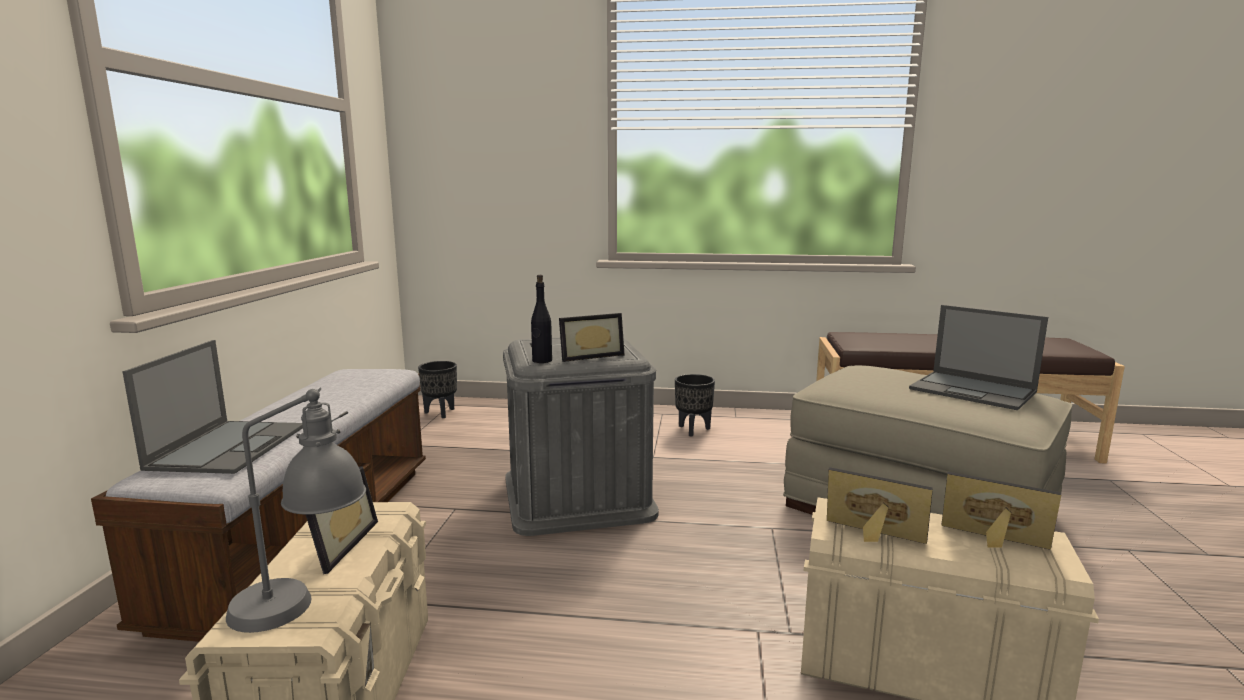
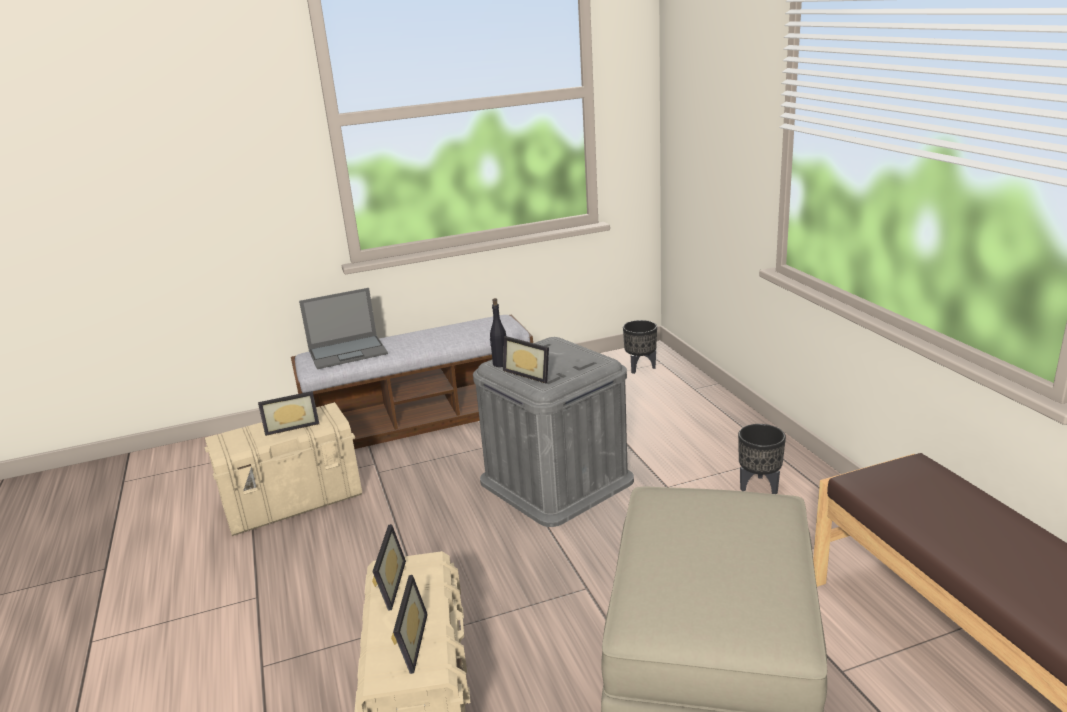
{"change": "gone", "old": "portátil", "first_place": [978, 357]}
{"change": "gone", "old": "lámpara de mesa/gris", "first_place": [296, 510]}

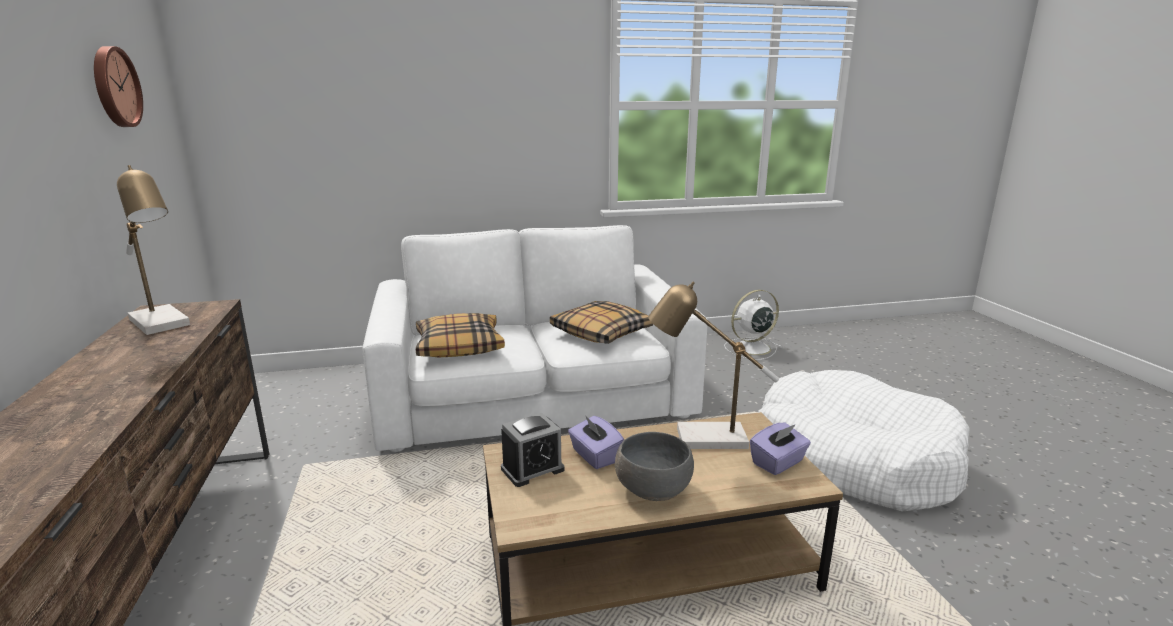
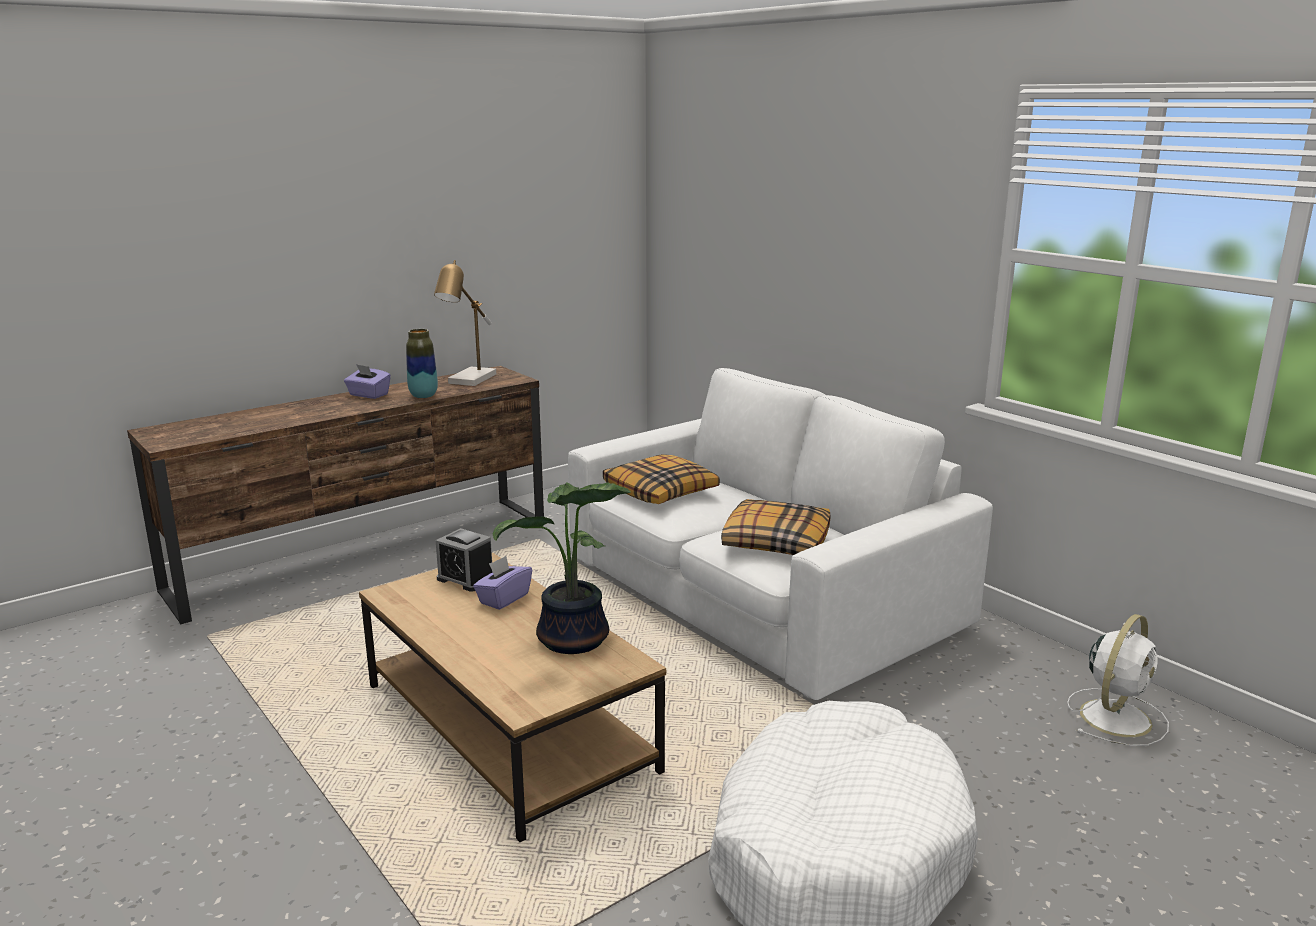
{"change": "gone", "old": "reloj de pared", "first_place": [118, 86]}
{"change": "swapped", "old": "lámpara de mesa", "new": "planta en maceta", "first_place": [713, 365], "second_place": [562, 568]}
{"change": "rotated", "old": "ventilador/blanco", "first_place": [753, 325], "second_place": [1118, 680], "degrees": 90}
{"change": "shifted", "old": "caja de pañuelos/morado", "first_place": [780, 449], "second_place": [367, 381]}
{"change": "gone", "old": "cuenco/gris", "first_place": [654, 466]}
{"change": "new", "new": "florero", "second_place": [422, 363]}

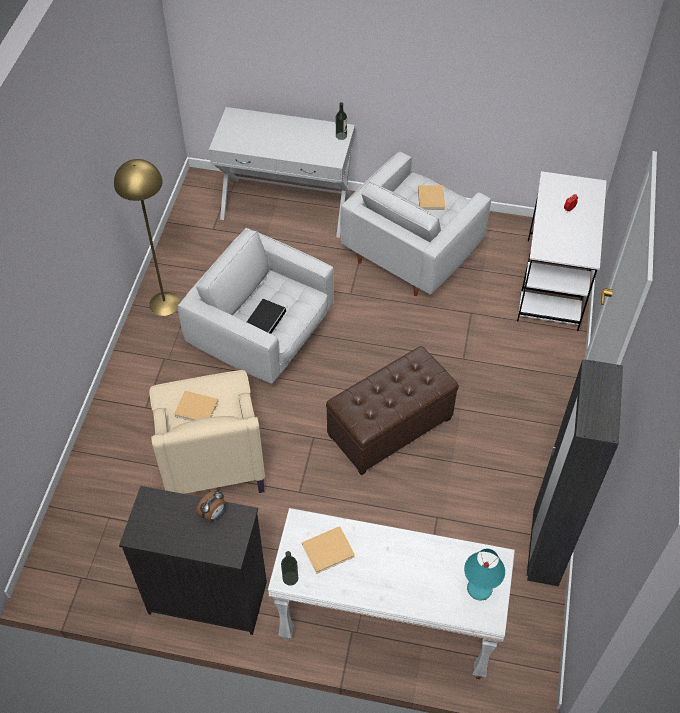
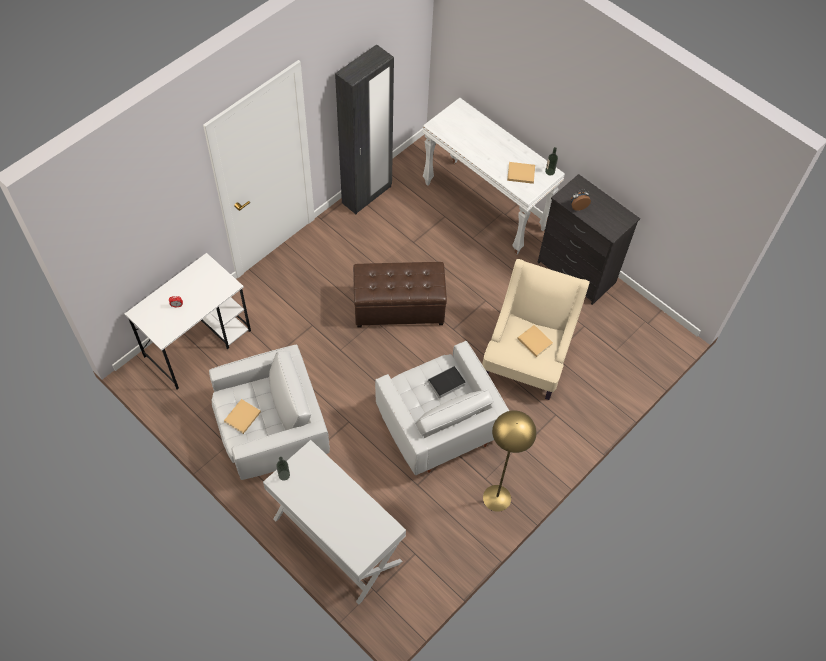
{"change": "gone", "old": "lámpara de mesa/turquesa", "first_place": [484, 574]}

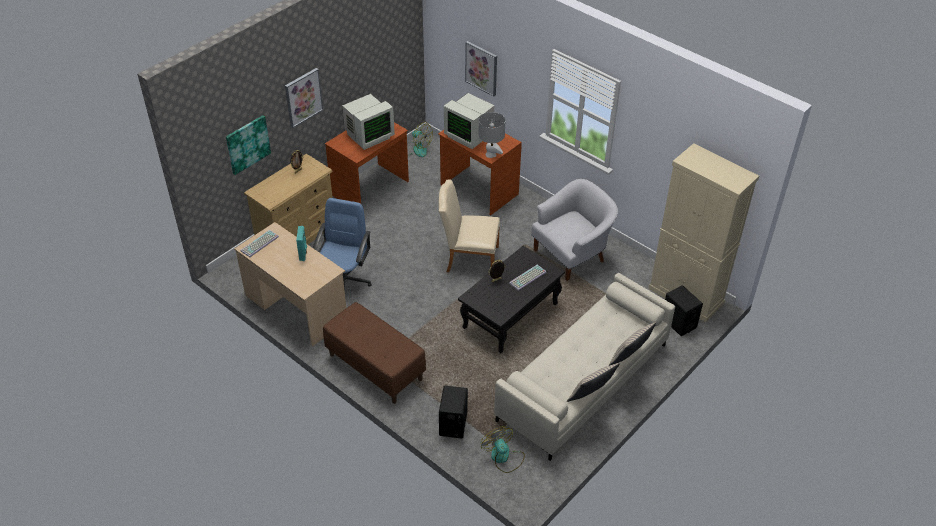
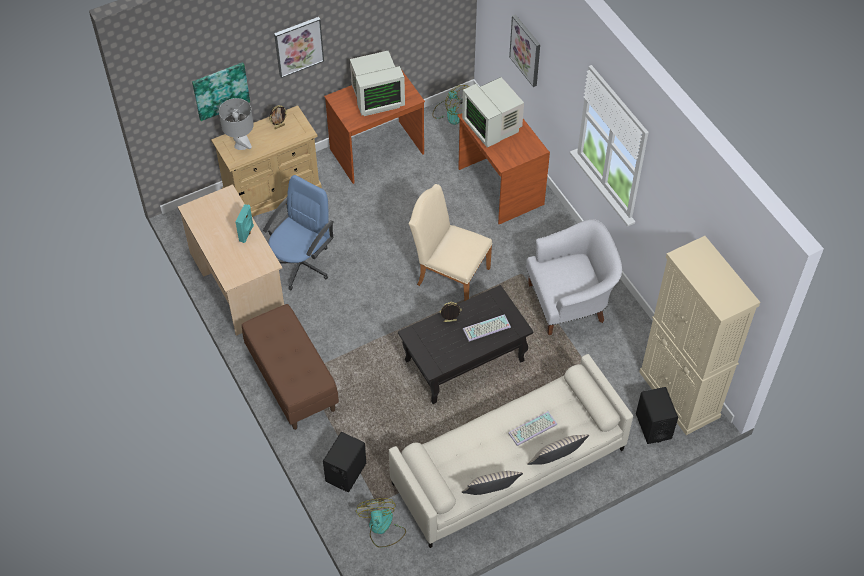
{"change": "shifted", "old": "lámpara de mesa/gris", "first_place": [491, 135], "second_place": [236, 124]}
{"change": "shifted", "old": "teclado", "first_place": [260, 243], "second_place": [532, 429]}

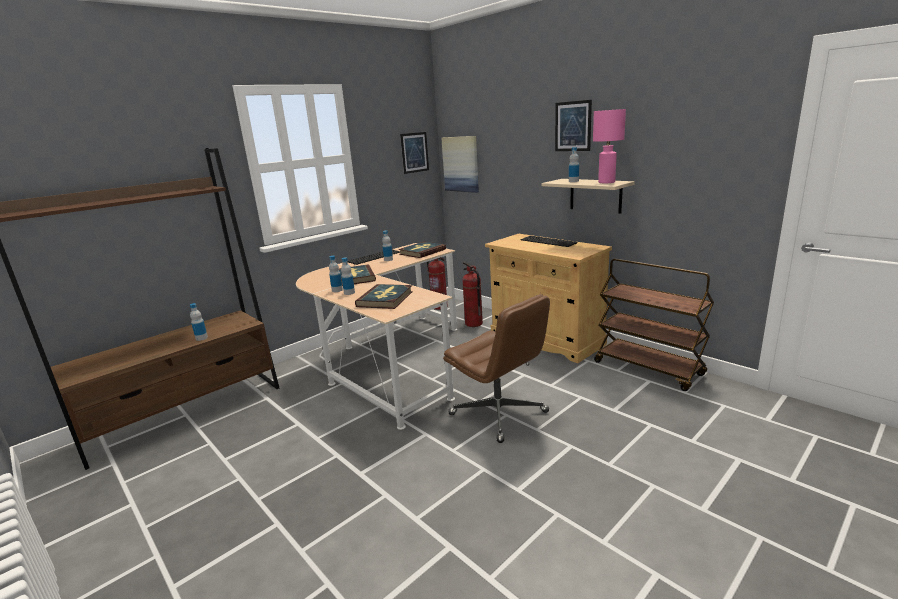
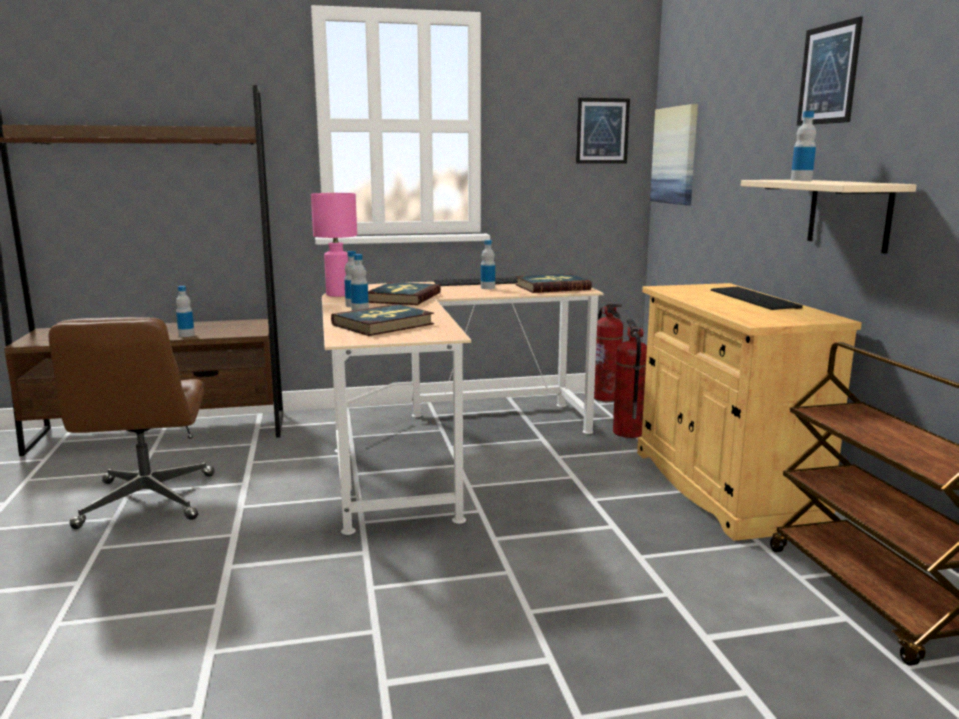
{"change": "shifted", "old": "lámpara de mesa/rosa", "first_place": [609, 146], "second_place": [334, 245]}
{"change": "shifted", "old": "silla de oficina/marrón", "first_place": [496, 368], "second_place": [131, 423]}

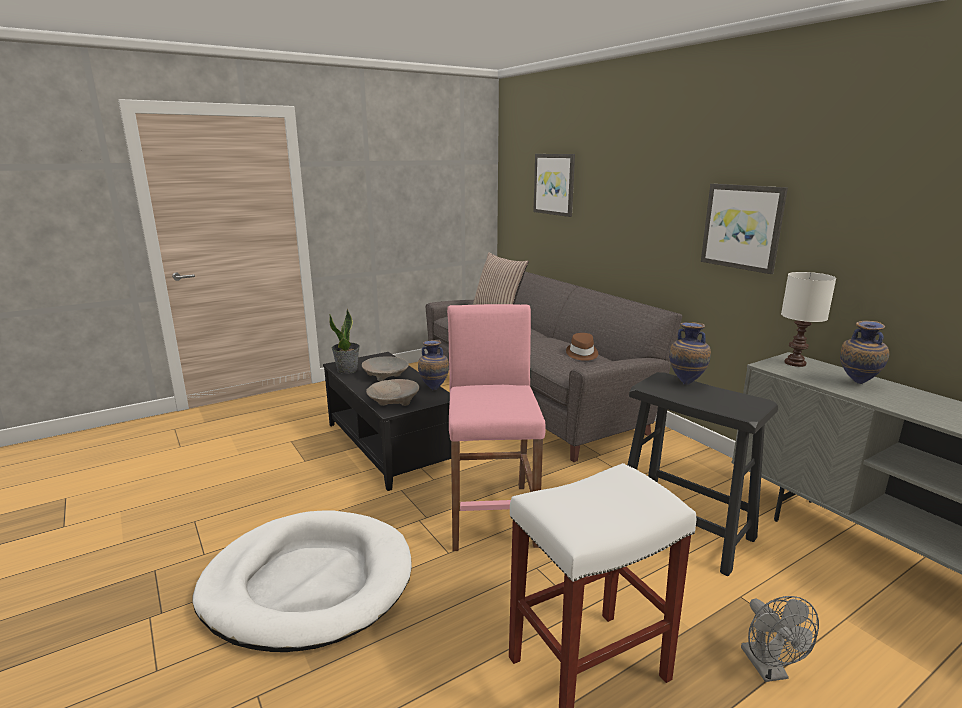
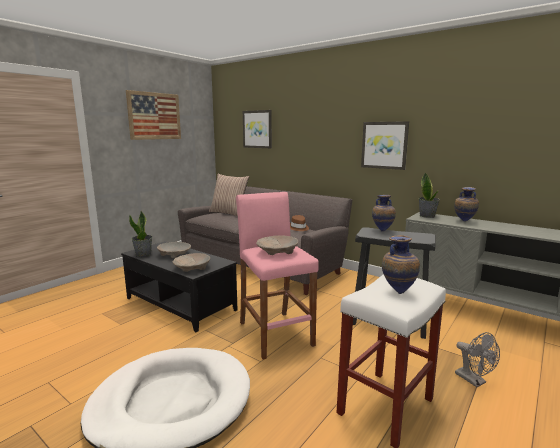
{"change": "swapped", "old": "lámpara de mesa/blanco", "new": "planta en maceta", "first_place": [808, 319], "second_place": [429, 195]}
{"change": "shifted", "old": "florero", "first_place": [433, 365], "second_place": [401, 264]}
{"change": "new", "new": "cuadro", "second_place": [153, 115]}
{"change": "new", "new": "cuenco/beis", "second_place": [277, 245]}

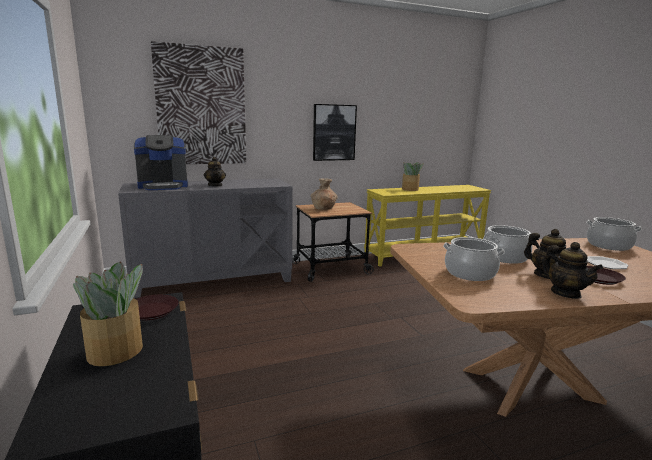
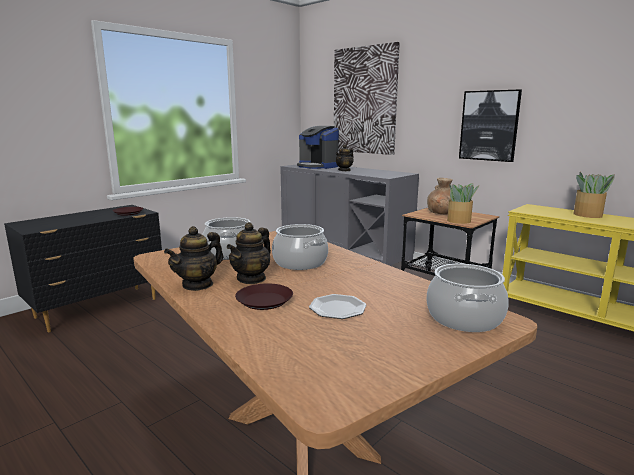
{"change": "shifted", "old": "planta en maceta", "first_place": [108, 313], "second_place": [463, 203]}

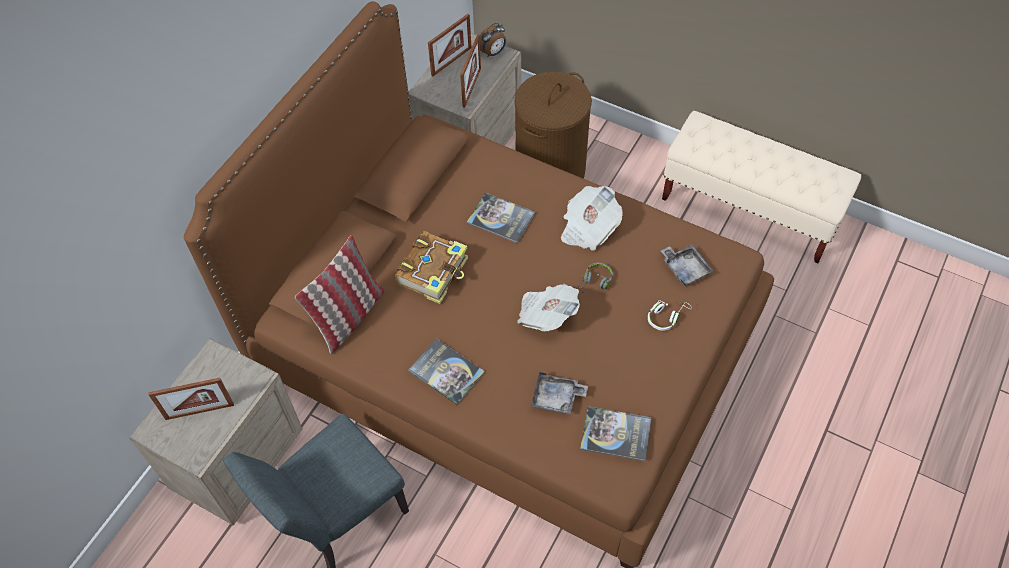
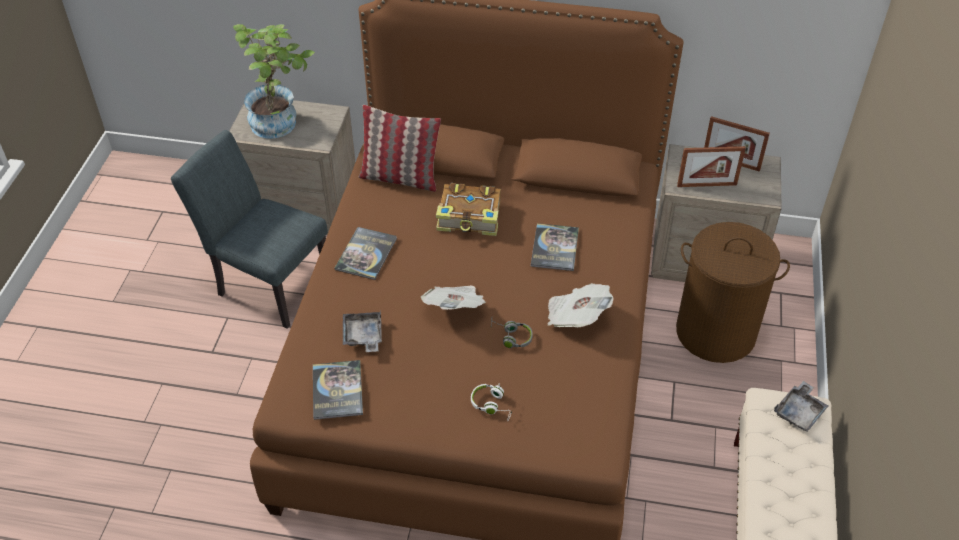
{"change": "gone", "old": "despertador", "first_place": [493, 40]}
{"change": "shifted", "old": "bandeja/gris", "first_place": [687, 265], "second_place": [801, 406]}
{"change": "swapped", "old": "portarretratos", "new": "planta en maceta", "first_place": [191, 399], "second_place": [274, 81]}

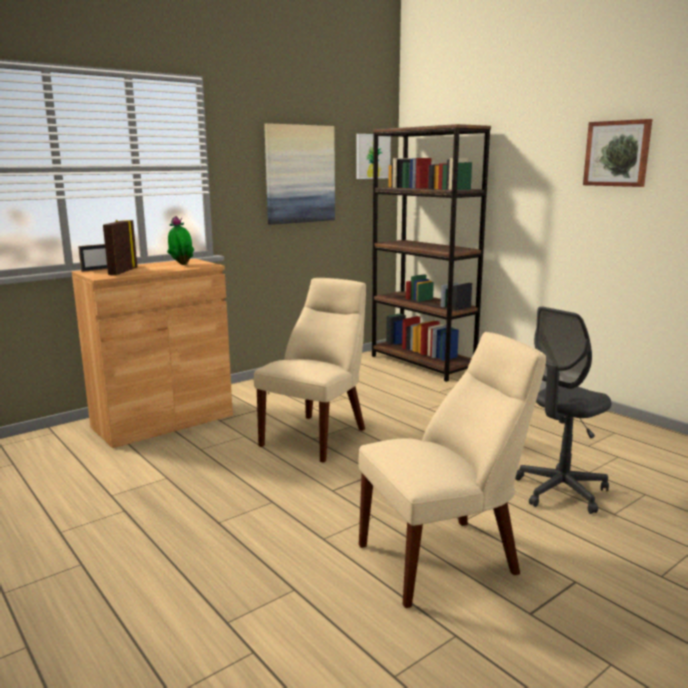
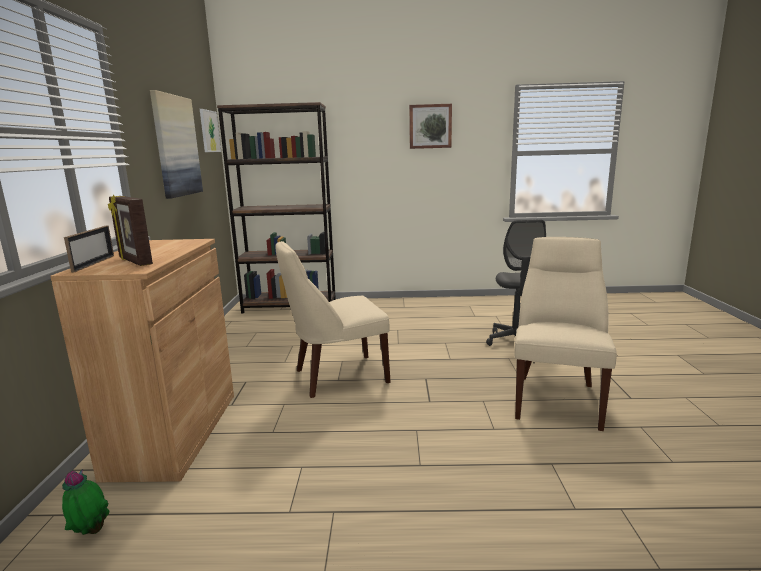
{"change": "shifted", "old": "planta en maceta", "first_place": [180, 240], "second_place": [85, 502]}
{"change": "rotated", "old": "silla/beis", "first_place": [310, 370], "second_place": [333, 319], "degrees": -90}

